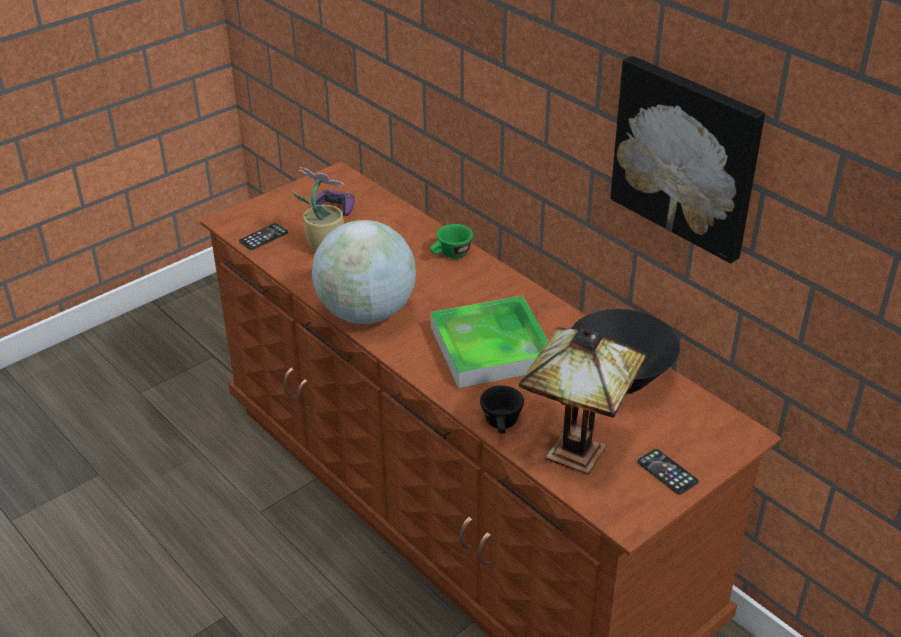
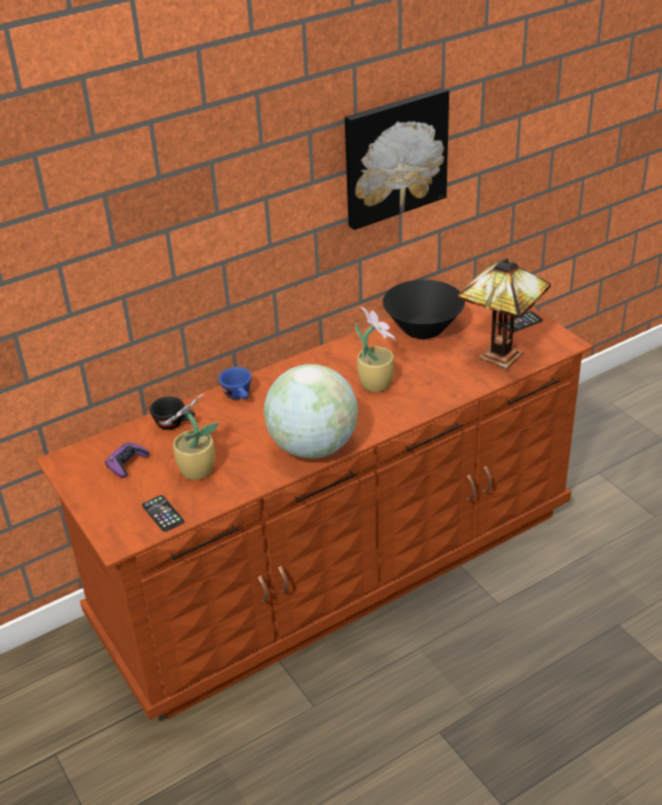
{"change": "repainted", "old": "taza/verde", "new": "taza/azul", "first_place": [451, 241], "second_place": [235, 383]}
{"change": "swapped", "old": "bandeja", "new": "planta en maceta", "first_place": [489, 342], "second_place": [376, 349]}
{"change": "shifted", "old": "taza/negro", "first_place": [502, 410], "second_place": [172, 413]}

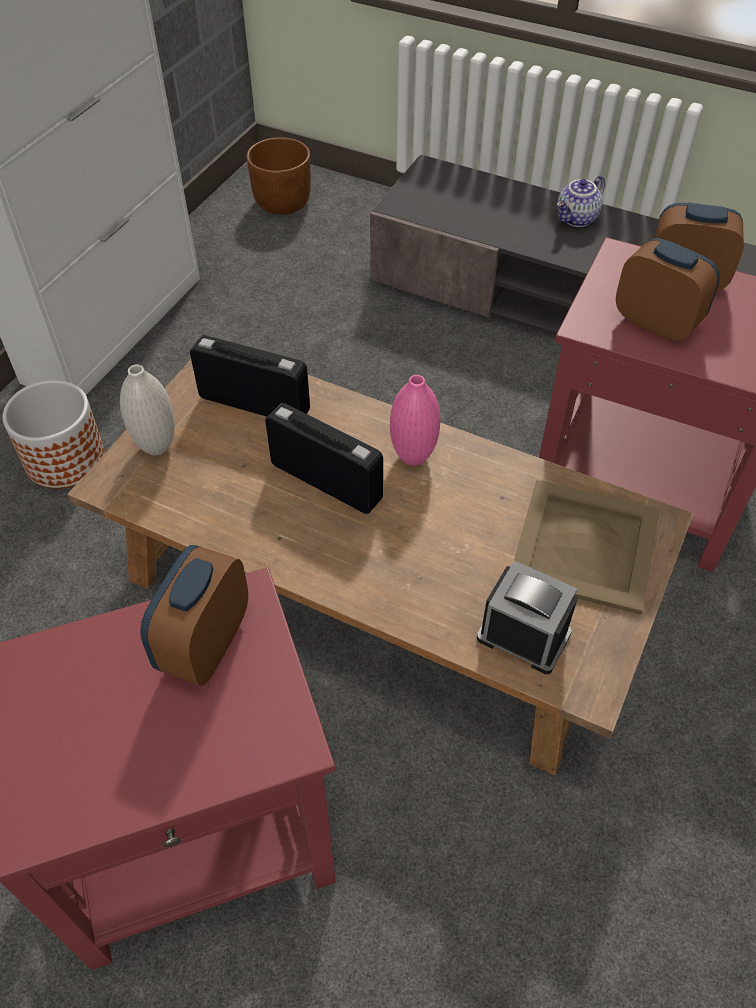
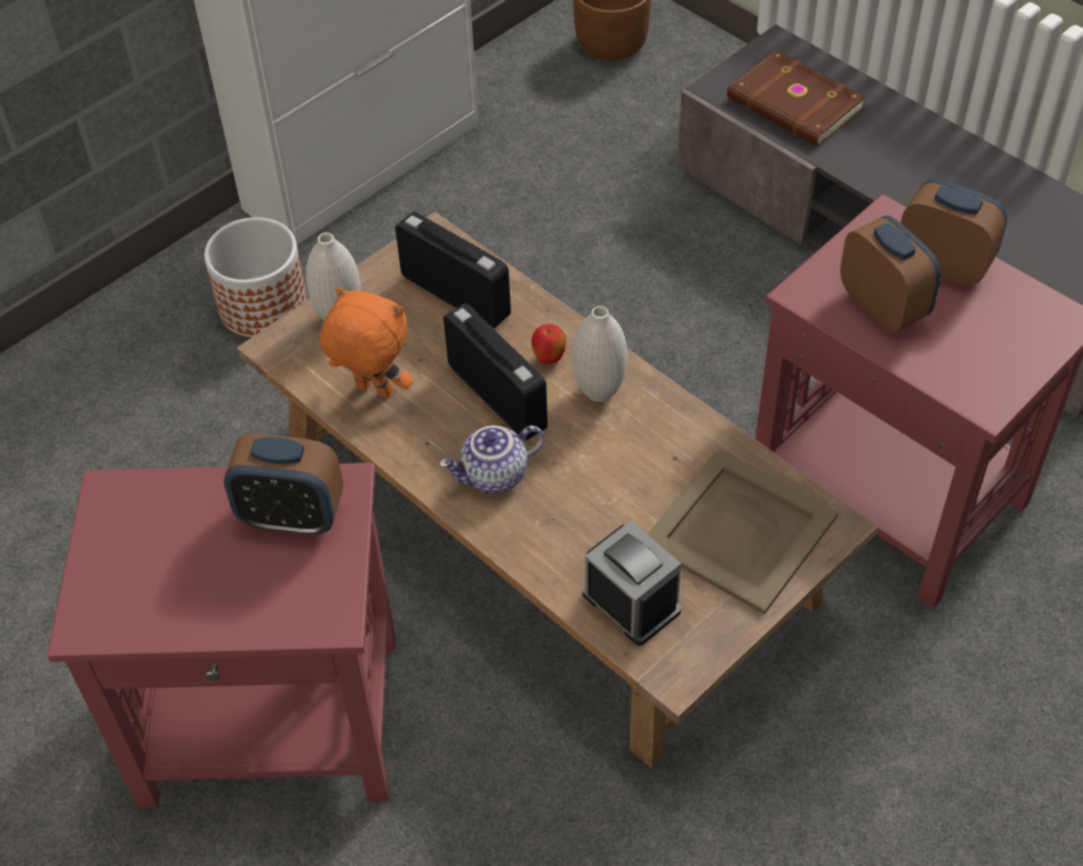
{"change": "shifted", "old": "tetera", "first_place": [581, 201], "second_place": [492, 459]}
{"change": "repainted", "old": "florero/rosa", "new": "florero/blanco", "first_place": [415, 420], "second_place": [599, 354]}
{"change": "rotated", "old": "despertador", "first_place": [194, 615], "second_place": [283, 484], "degrees": -120}
{"change": "new", "new": "libro/marrón", "second_place": [796, 98]}
{"change": "new", "new": "peluche/naranja", "second_place": [366, 342]}
{"change": "new", "new": "manzana", "second_place": [548, 344]}

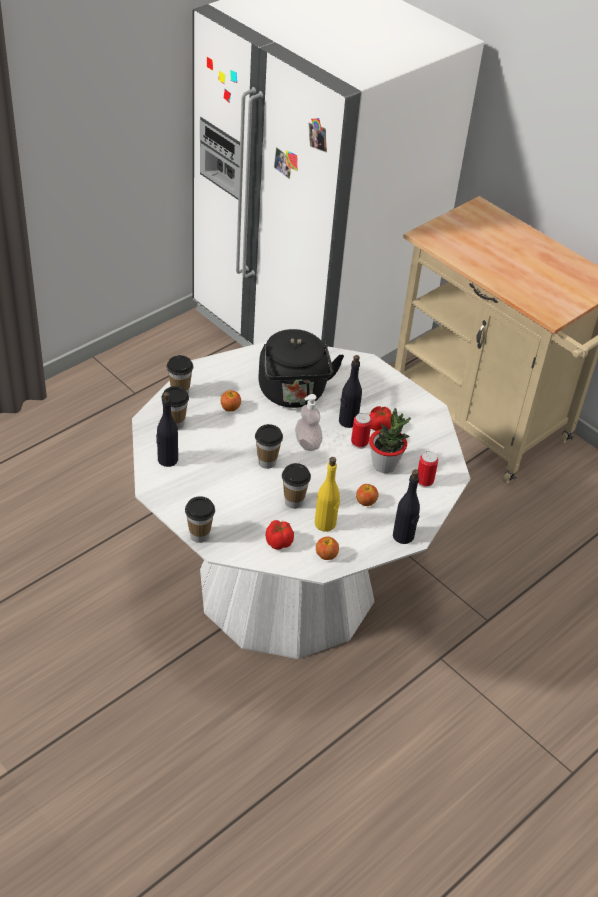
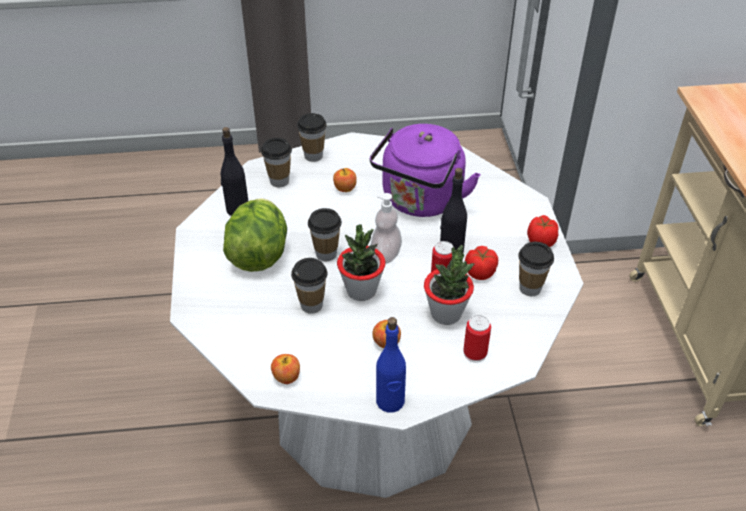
{"change": "repainted", "old": "hervidor/negro", "new": "hervidor/morado", "first_place": [301, 368], "second_place": [425, 170]}
{"change": "gone", "old": "botella/amarillo", "first_place": [327, 494]}
{"change": "repainted", "old": "botella/negro", "new": "botella/azul", "first_place": [406, 507], "second_place": [391, 364]}
{"change": "shifted", "old": "taza", "first_place": [200, 519], "second_place": [536, 269]}
{"change": "shifted", "old": "tomate", "first_place": [280, 534], "second_place": [543, 231]}
{"change": "new", "new": "lechuga", "second_place": [255, 235]}
{"change": "new", "new": "planta en maceta", "second_place": [361, 262]}

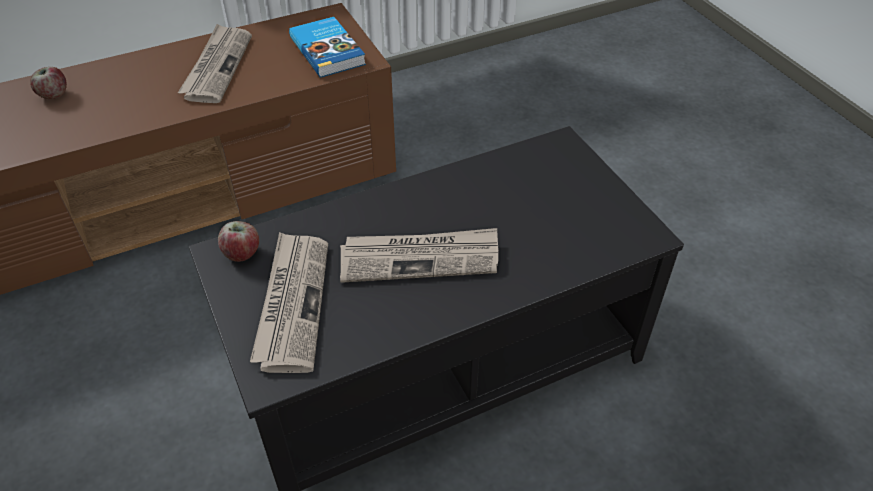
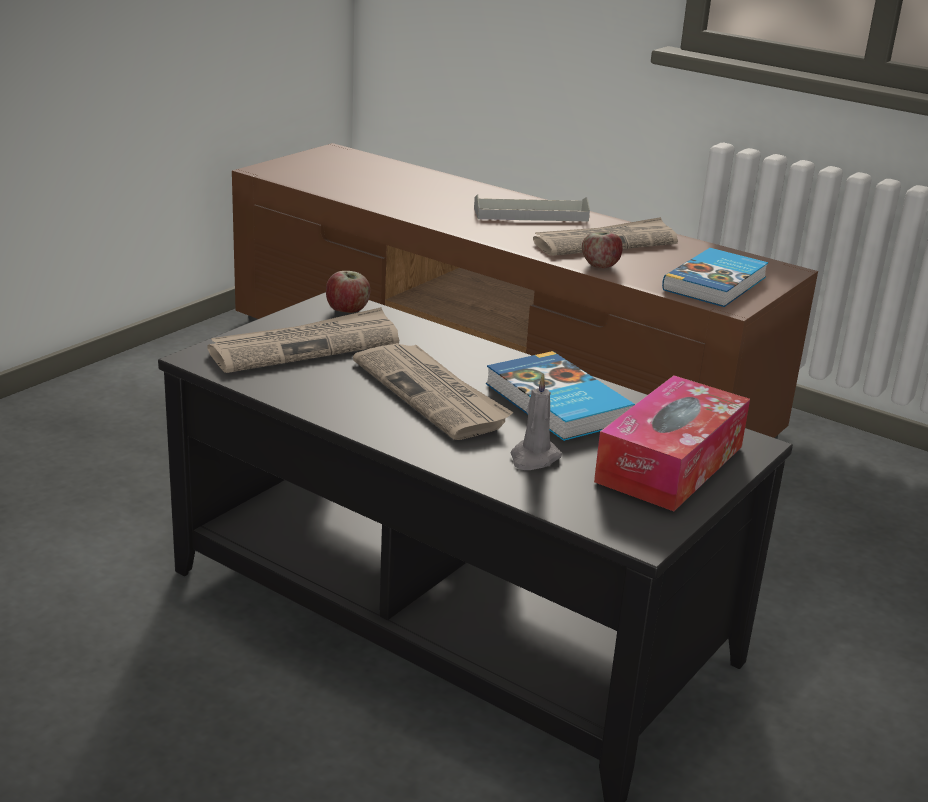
{"change": "shifted", "old": "manzana", "first_place": [48, 83], "second_place": [602, 250]}
{"change": "new", "new": "bandeja/gris", "second_place": [532, 208]}
{"change": "new", "new": "libro", "second_place": [560, 396]}
{"change": "new", "new": "vela/gris", "second_place": [536, 422]}
{"change": "new", "new": "caja de pañuelos", "second_place": [672, 443]}

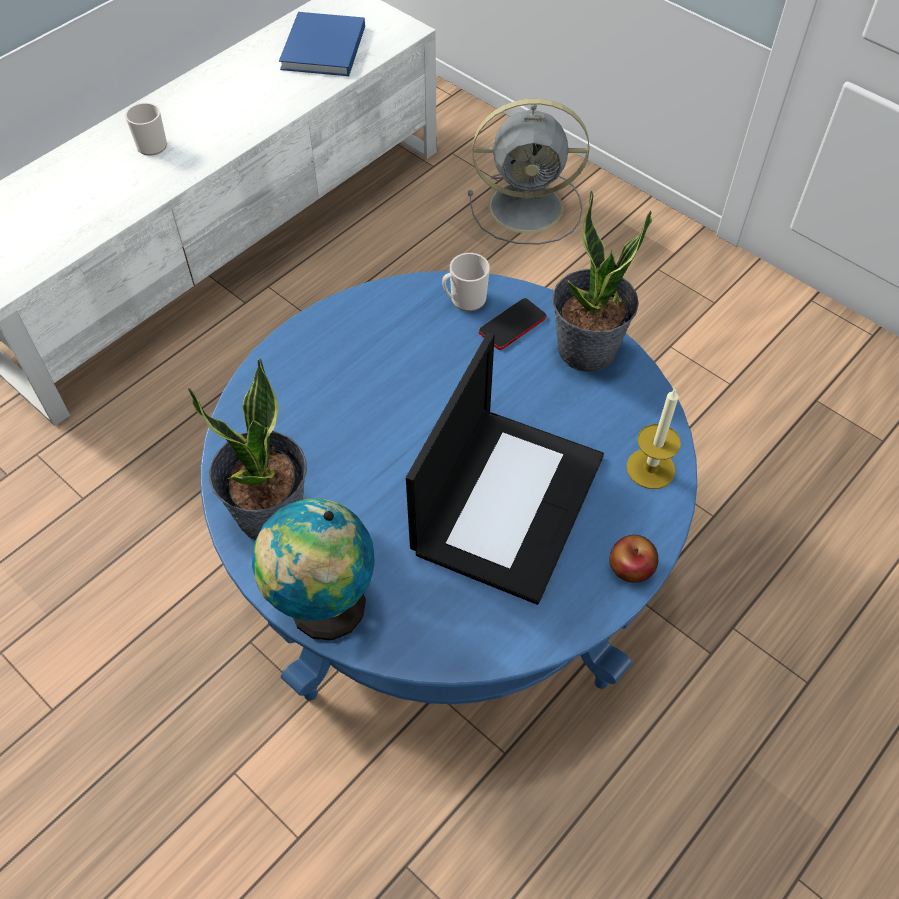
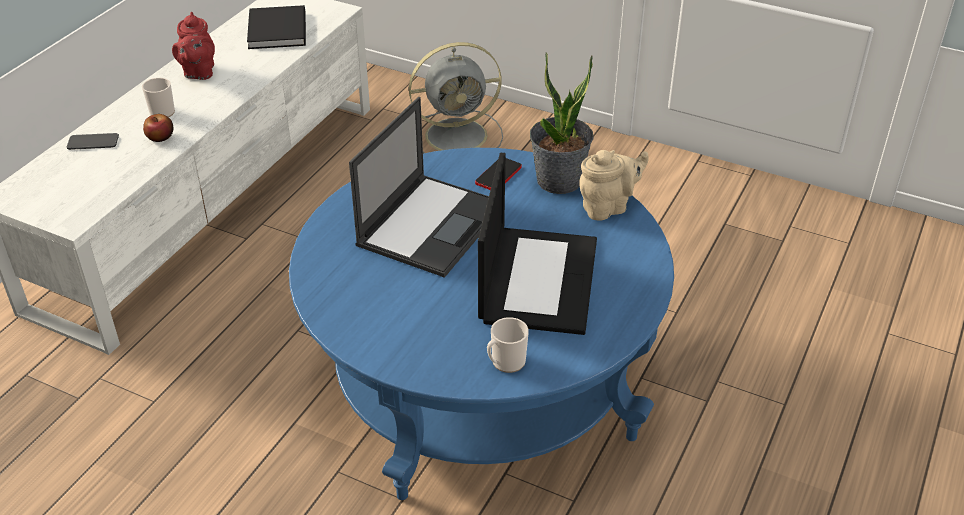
{"change": "repainted", "old": "libro/azul", "new": "libro/negro", "first_place": [322, 44], "second_place": [276, 27]}
{"change": "shifted", "old": "taza grande", "first_place": [466, 282], "second_place": [508, 345]}
{"change": "gone", "old": "planta en maceta", "first_place": [247, 449]}
{"change": "gone", "old": "vela", "first_place": [654, 438]}
{"change": "gone", "old": "globo terráqueo", "first_place": [313, 569]}
{"change": "shifted", "old": "manzana", "first_place": [634, 559], "second_place": [158, 128]}
{"change": "new", "new": "tetera/rojo", "second_place": [193, 46]}
{"change": "new", "new": "portátil", "second_place": [419, 187]}
{"change": "new", "new": "móvil", "second_place": [93, 141]}
{"change": "new", "new": "tetera/beis", "second_place": [614, 185]}

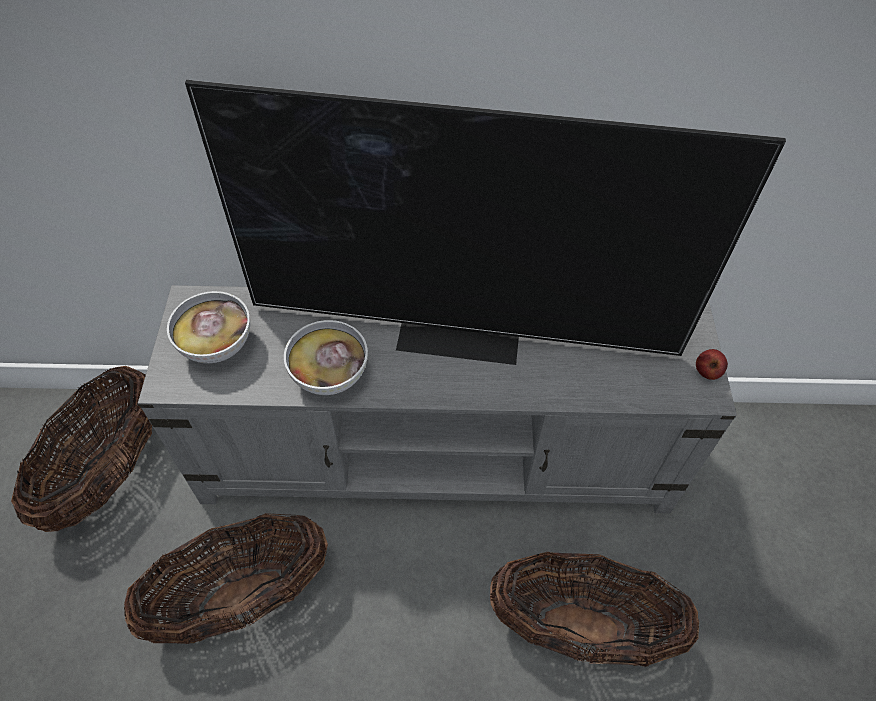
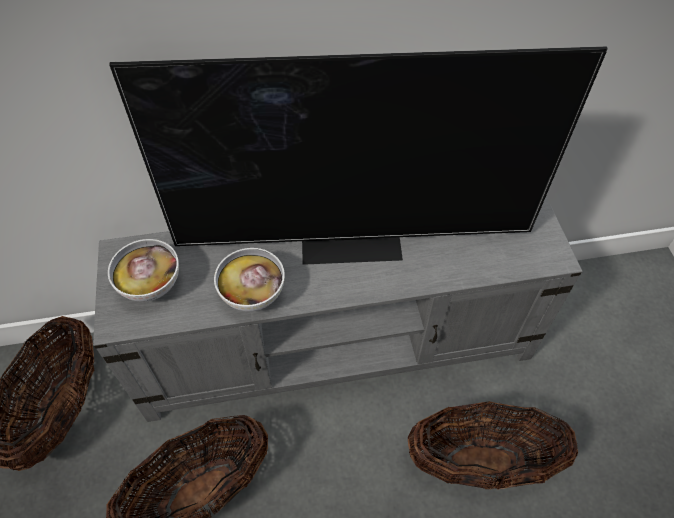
{"change": "gone", "old": "manzana", "first_place": [712, 364]}

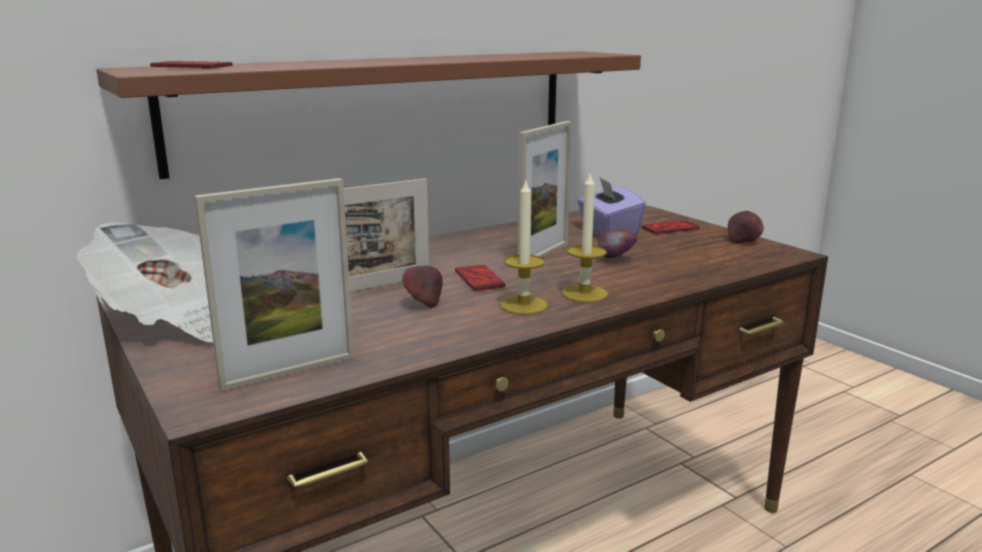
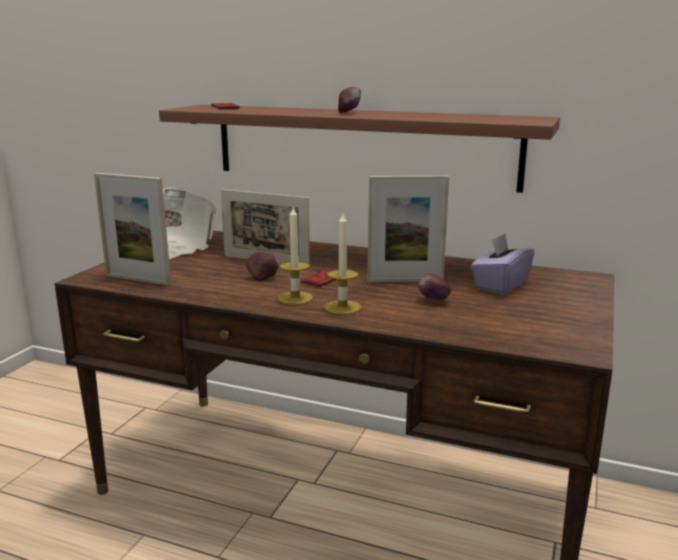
{"change": "shifted", "old": "manzana", "first_place": [746, 227], "second_place": [349, 100]}
{"change": "gone", "old": "móvil", "first_place": [671, 227]}

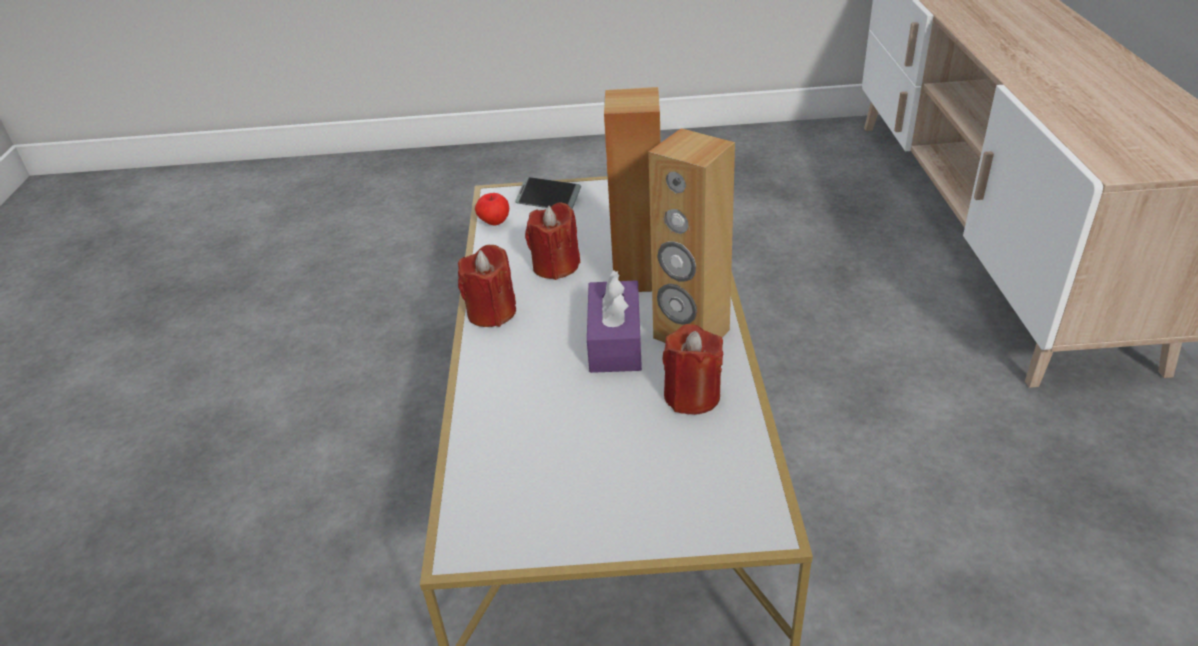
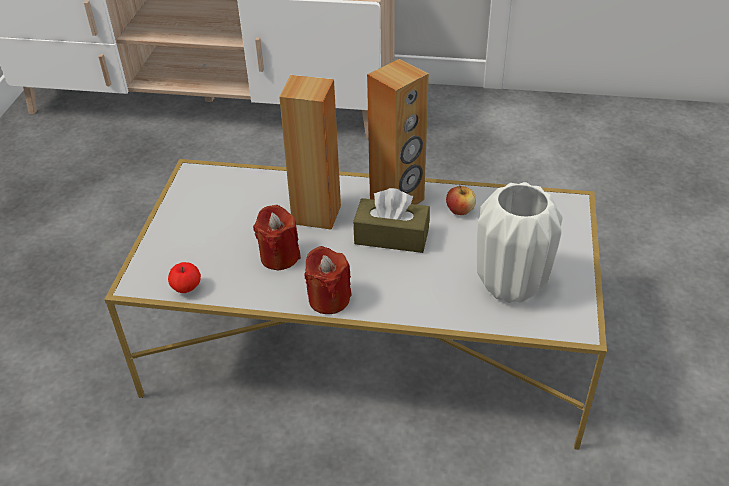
{"change": "gone", "old": "móvil", "first_place": [548, 193]}
{"change": "repainted", "old": "caja de pañuelos/morado", "new": "caja de pañuelos/marrón", "first_place": [614, 321], "second_place": [391, 220]}
{"change": "swapped", "old": "vela/rojo", "new": "manzana", "first_place": [693, 369], "second_place": [461, 200]}
{"change": "new", "new": "florero/blanco", "second_place": [520, 242]}

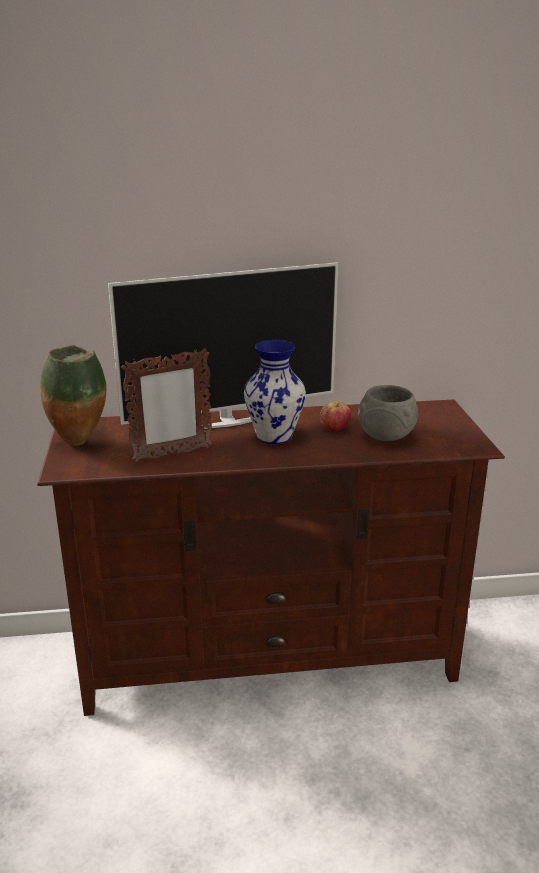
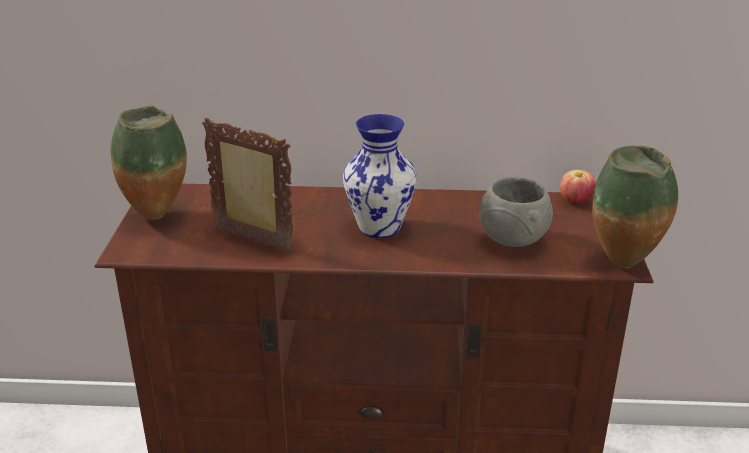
{"change": "gone", "old": "televisor", "first_place": [223, 345]}
{"change": "rotated", "old": "portarretratos", "first_place": [166, 405], "second_place": [248, 185], "degrees": -135}
{"change": "shifted", "old": "manzana", "first_place": [335, 416], "second_place": [578, 187]}
{"change": "new", "new": "florero", "second_place": [635, 206]}

